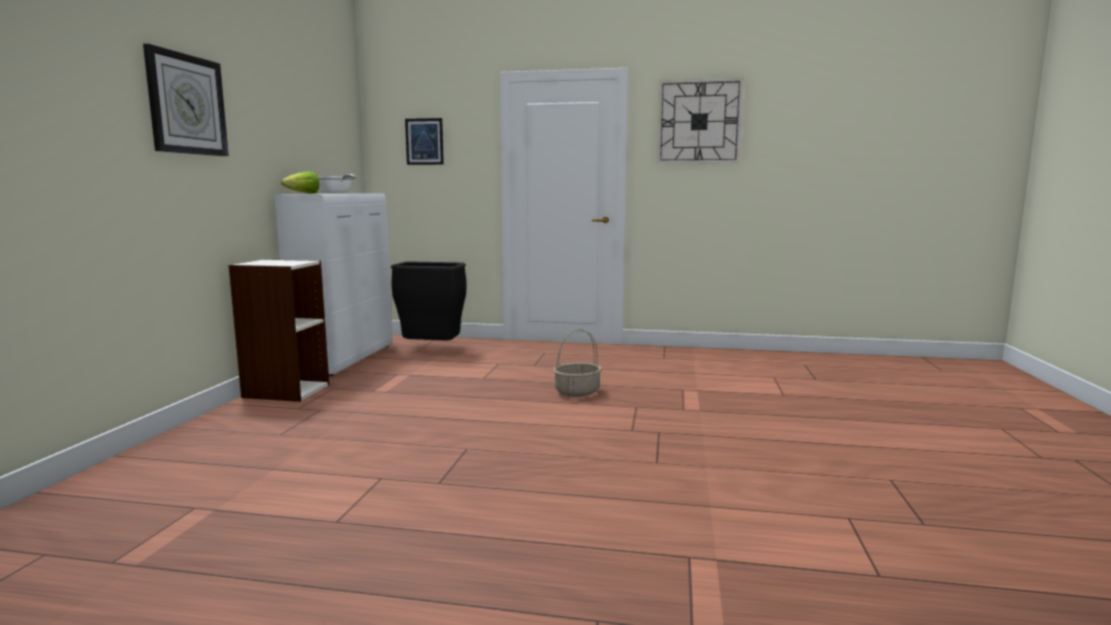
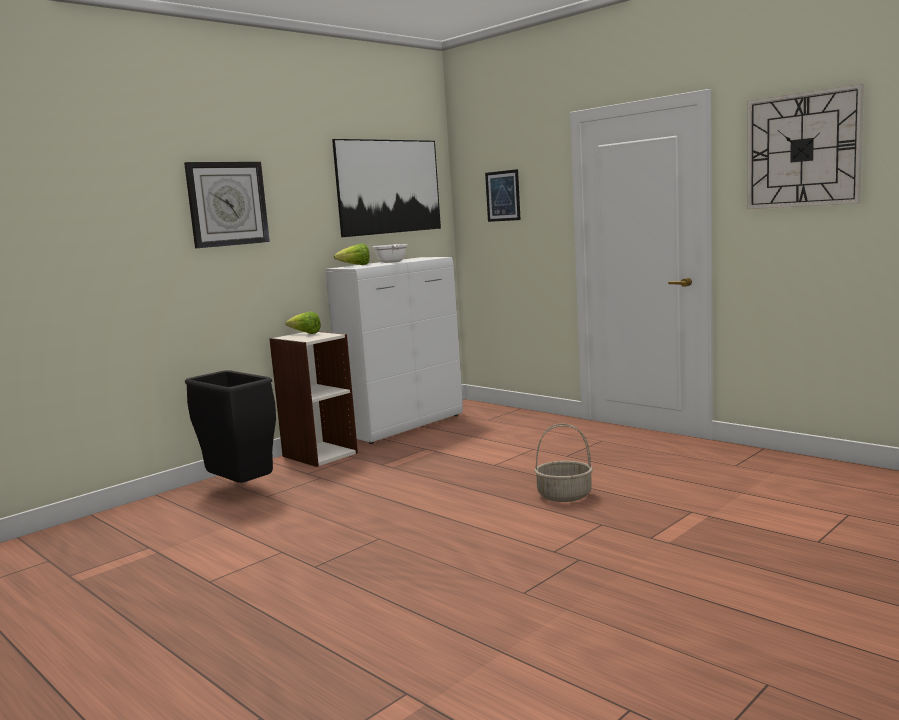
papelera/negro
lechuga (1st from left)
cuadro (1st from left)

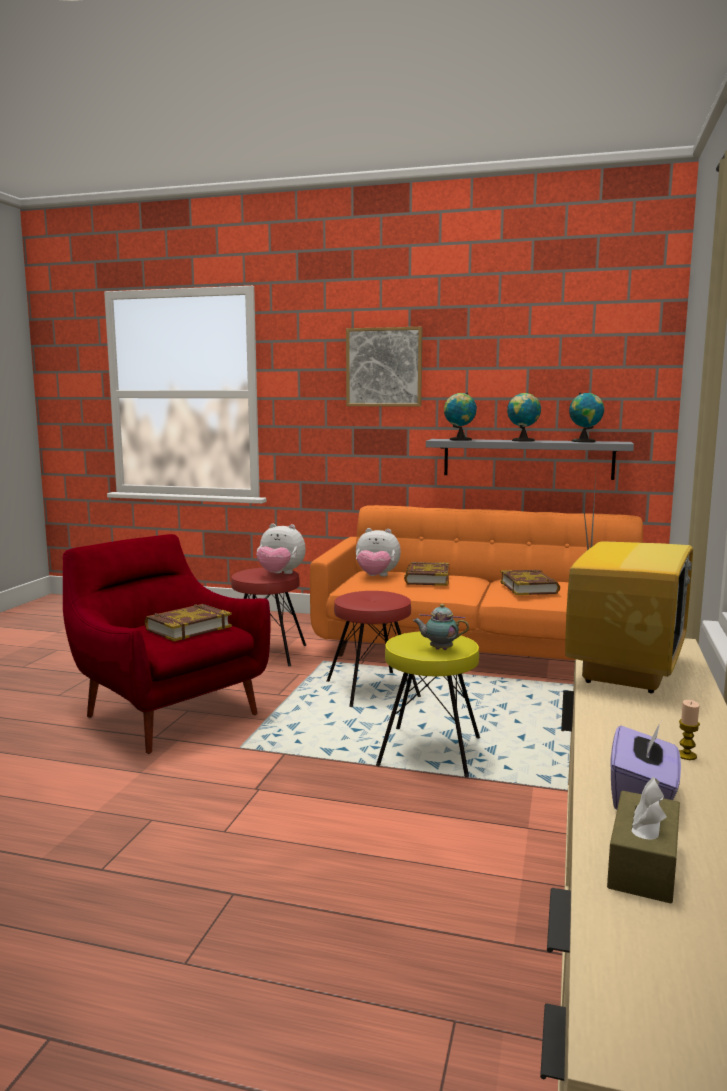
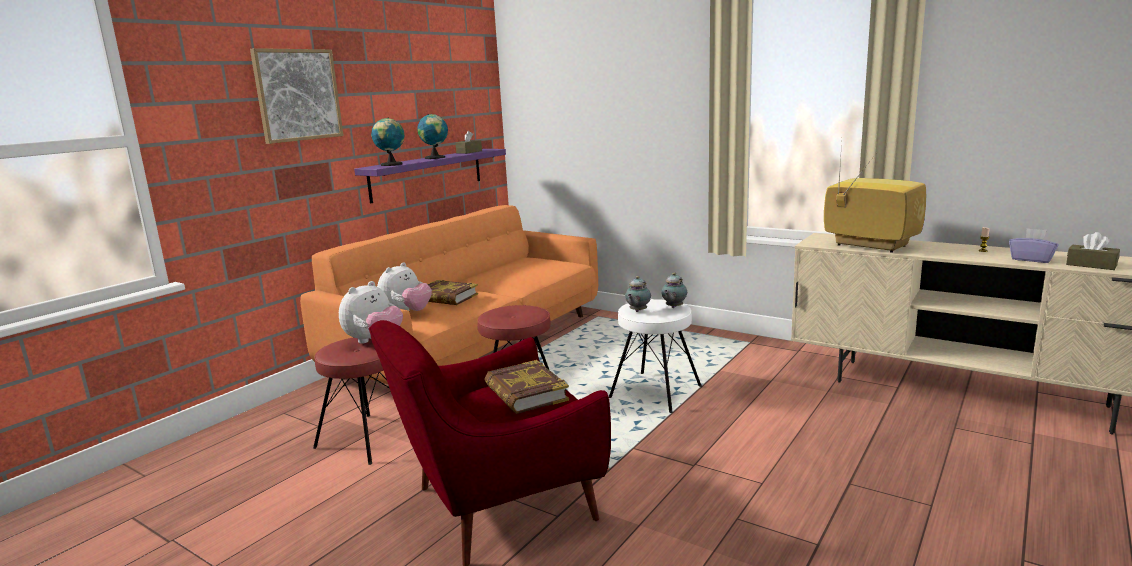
estante/morado
caja de pañuelos/marrón (1st from left)
taburete/blanco
tetera (1st from left)
libro (3rd from left in the first image)

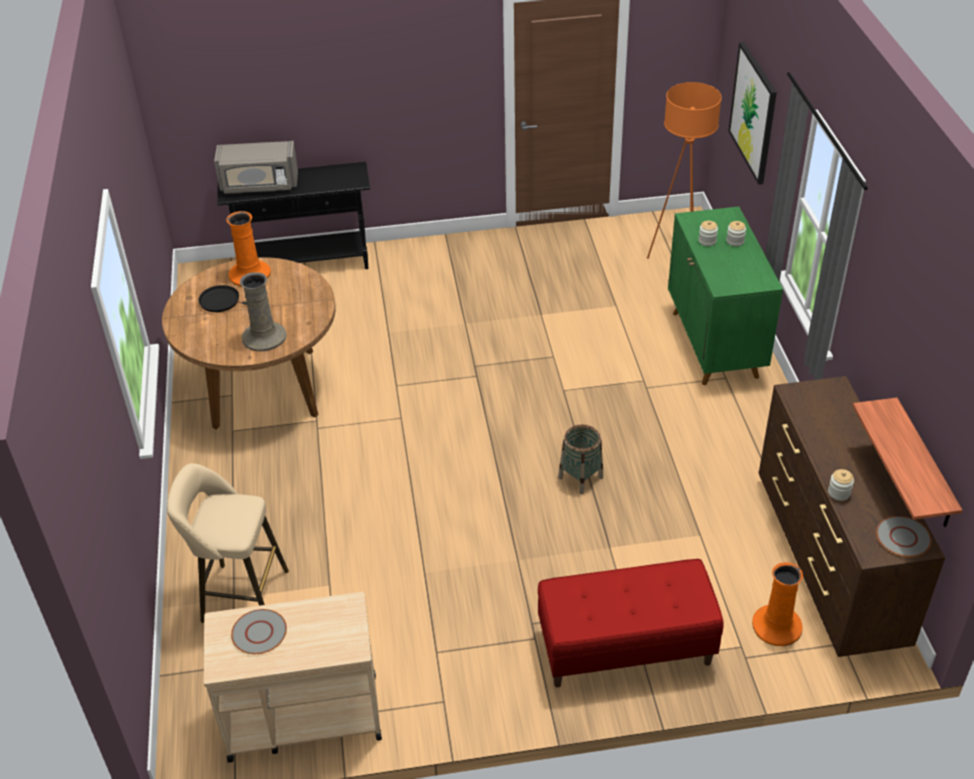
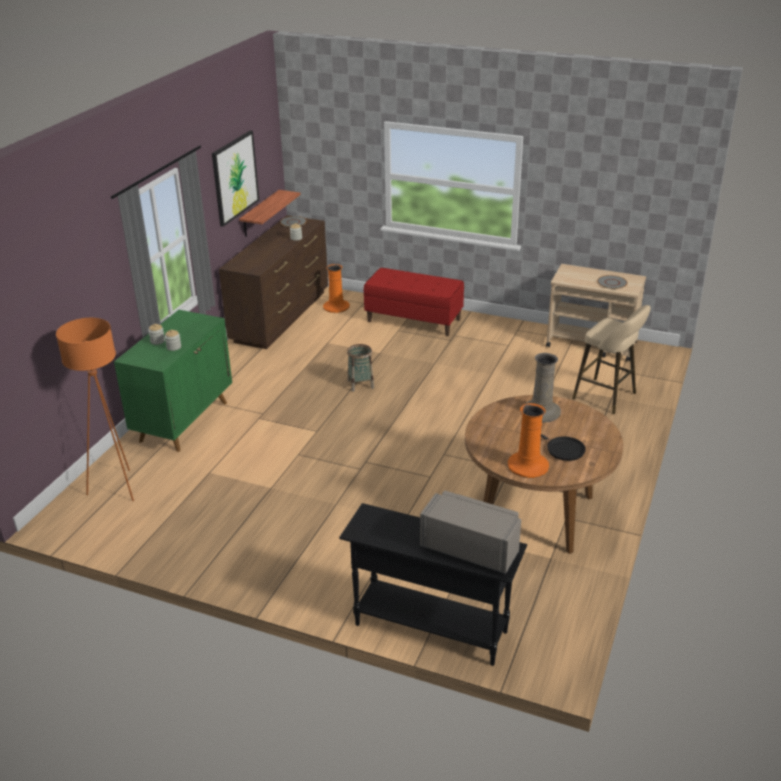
cuadro

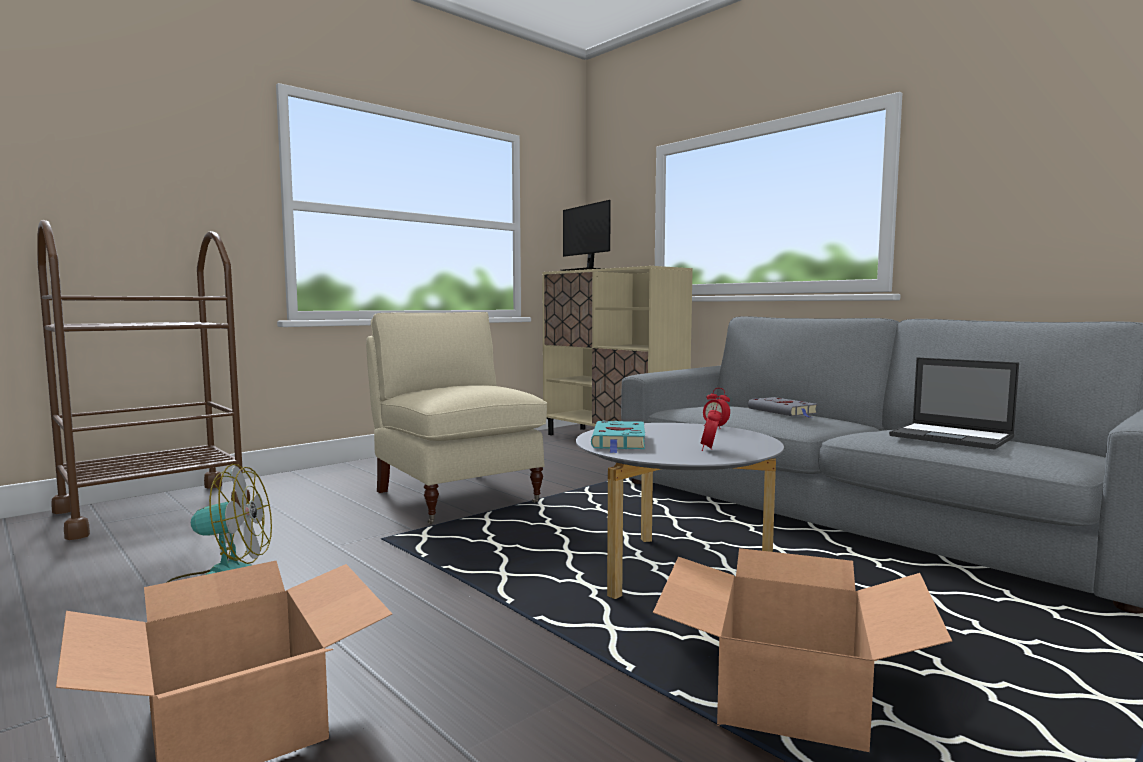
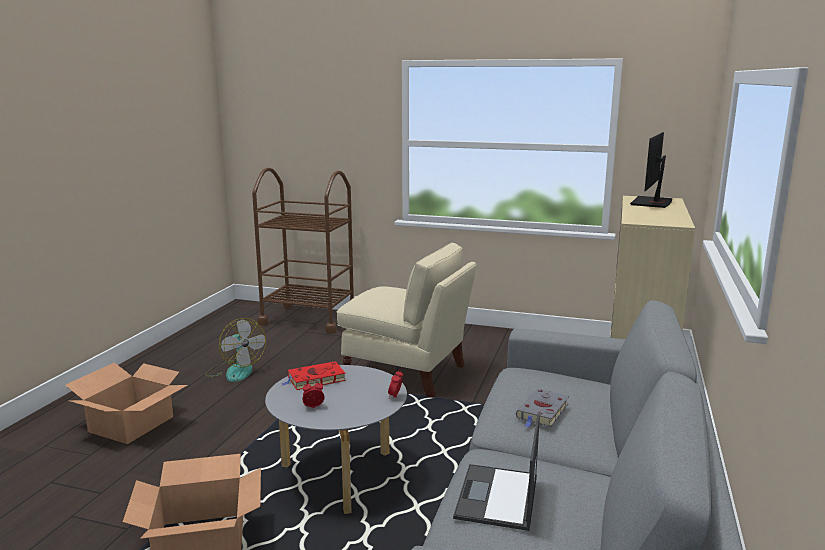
libro/rojo
sillón/beis

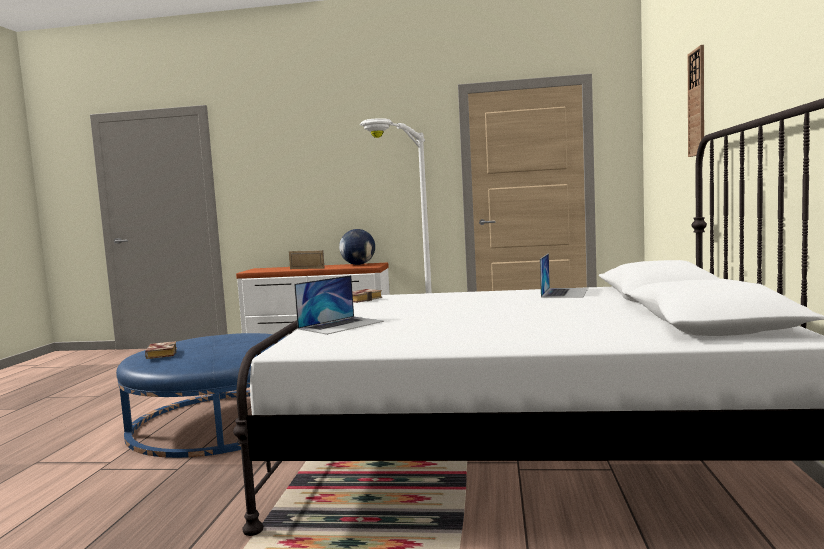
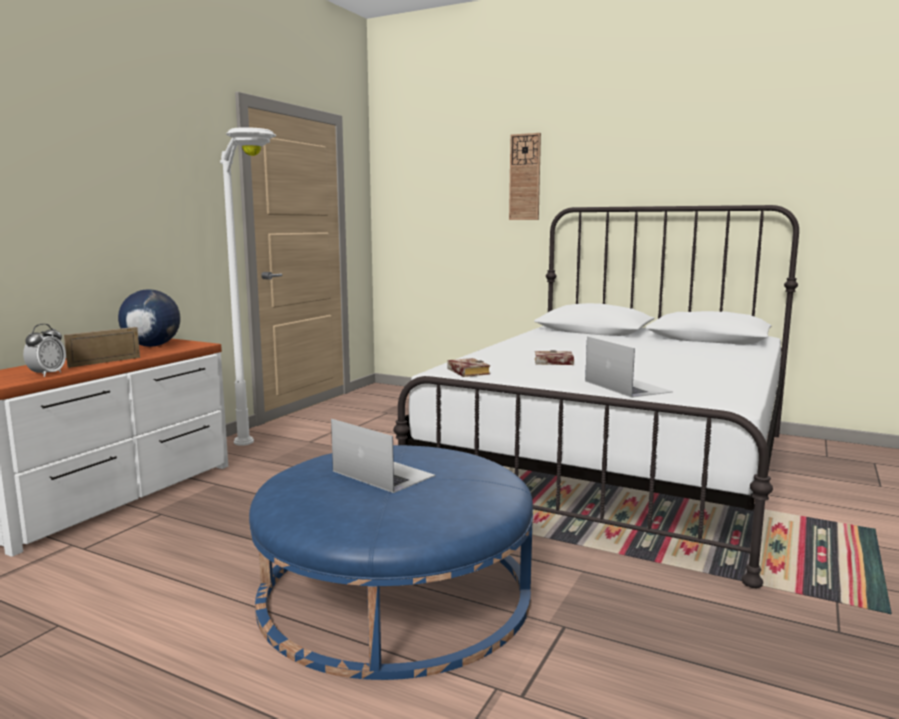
despertador
portátil (1st from left)
libro (2nd from left)

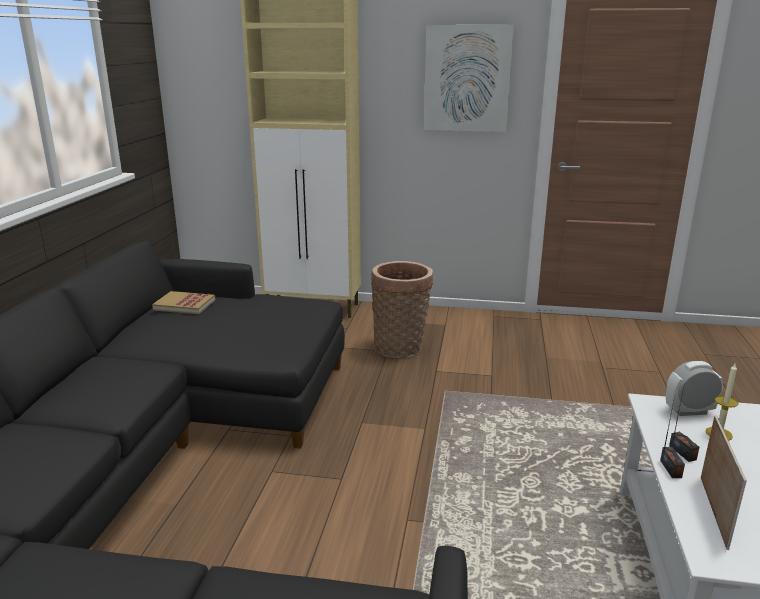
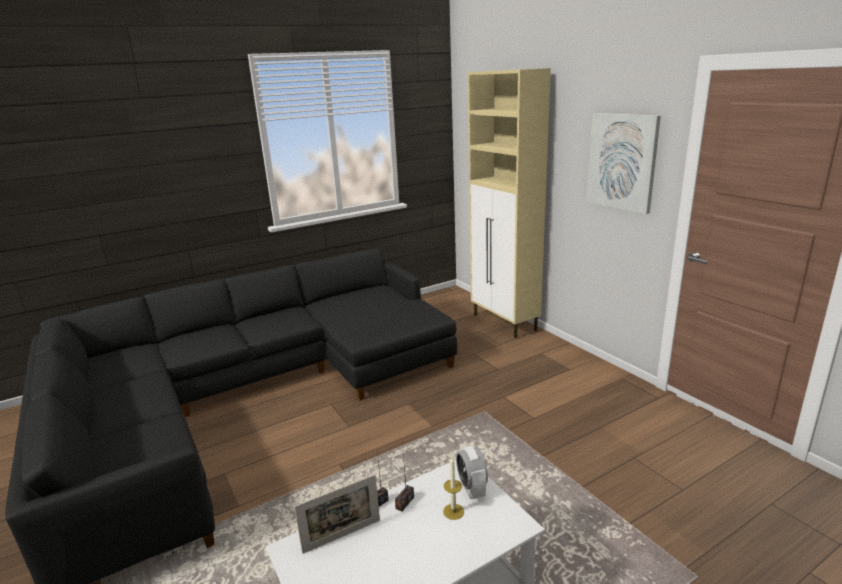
despertador
libro
cesta

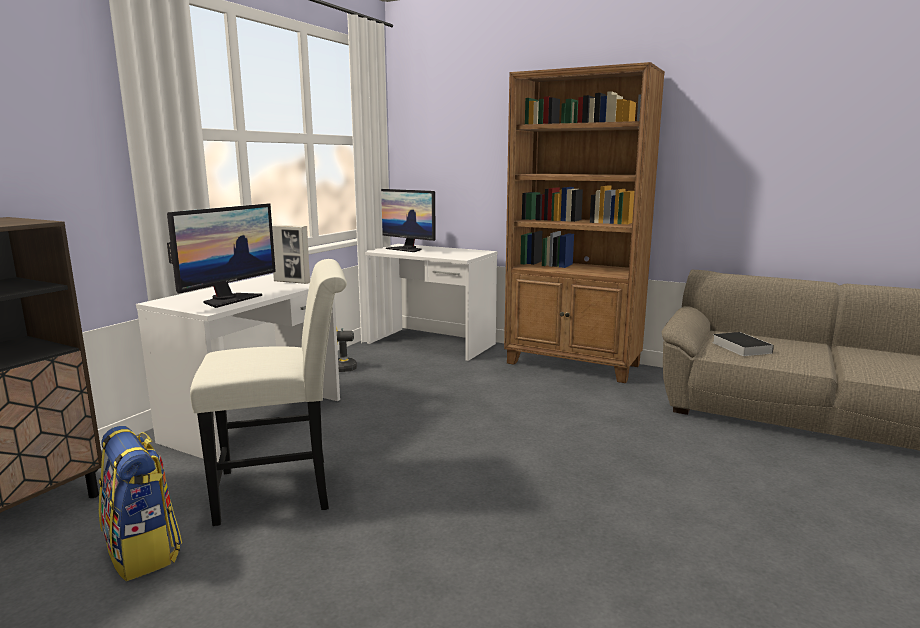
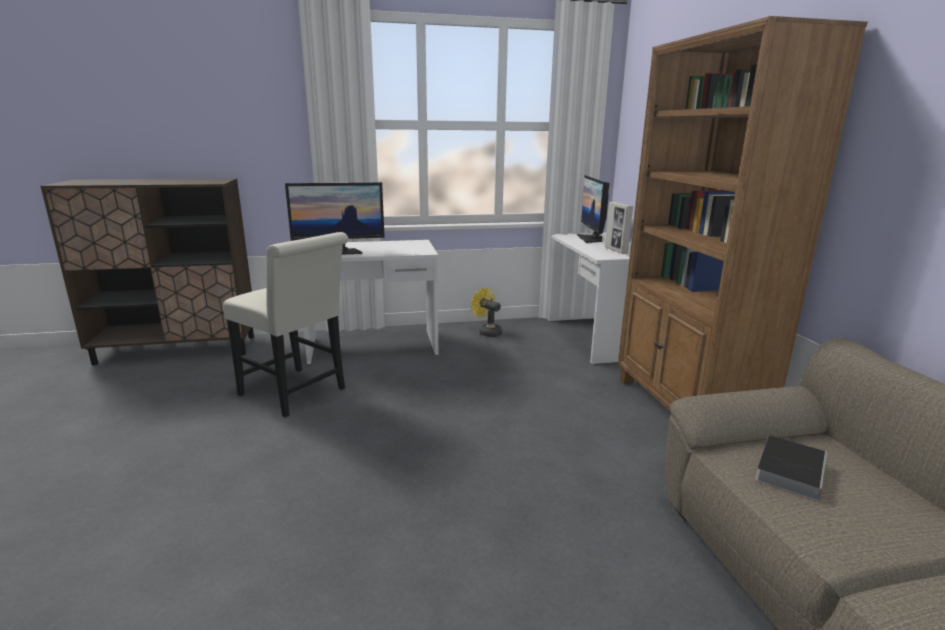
portarretratos
mochila

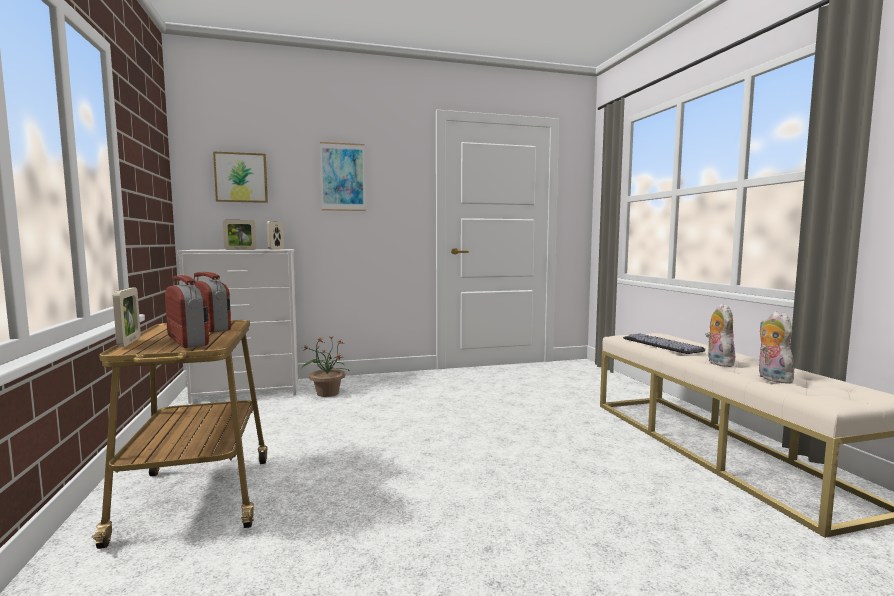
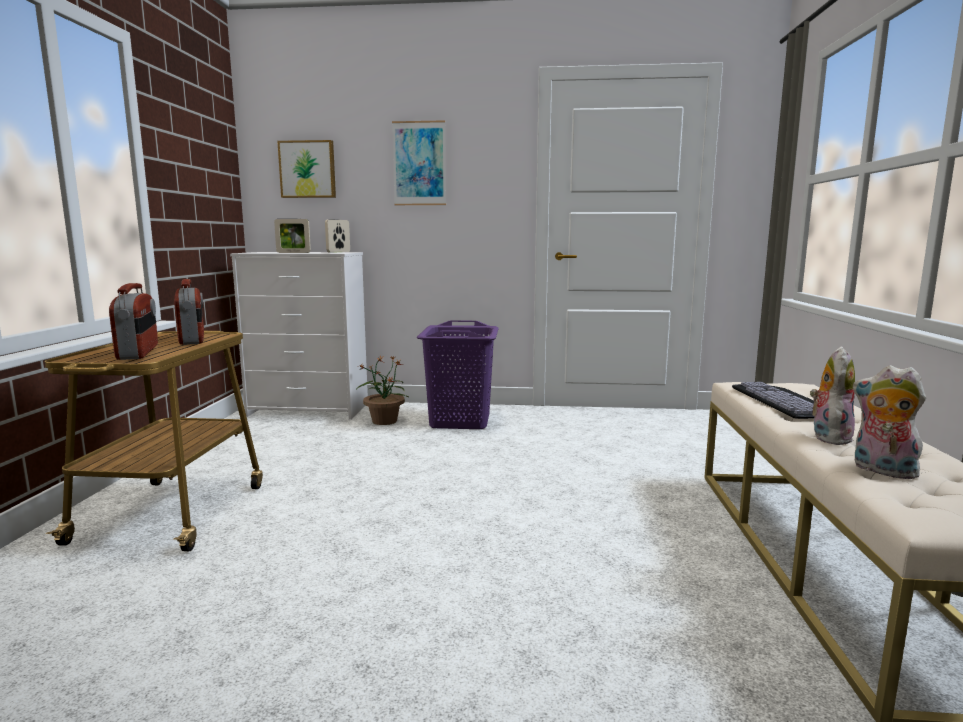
cesto de la ropa/morado
peluche (2nd from left)
portarretratos (1st from left in the first image)

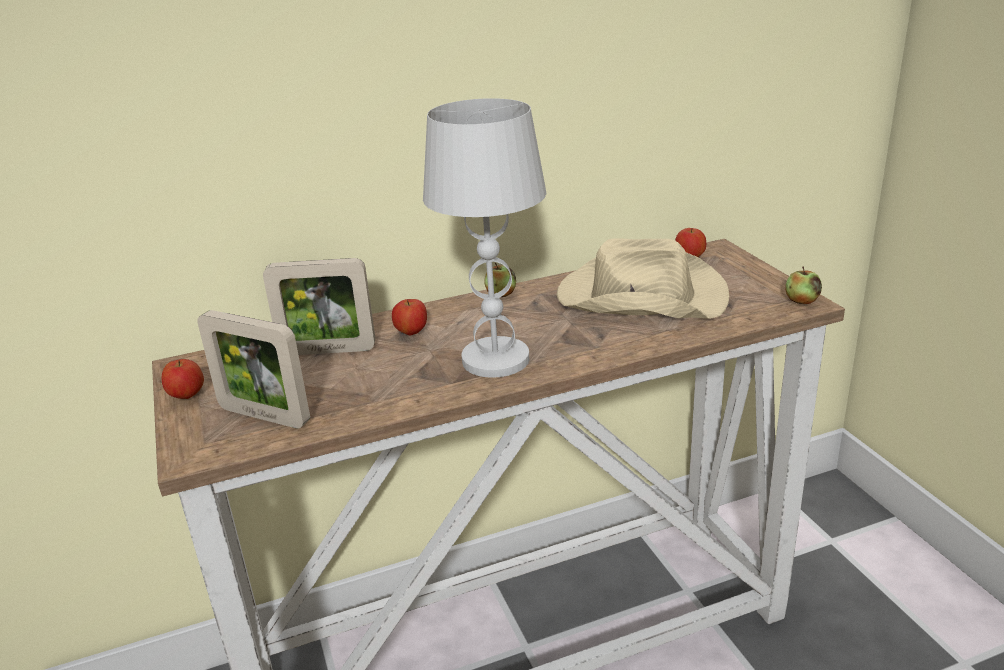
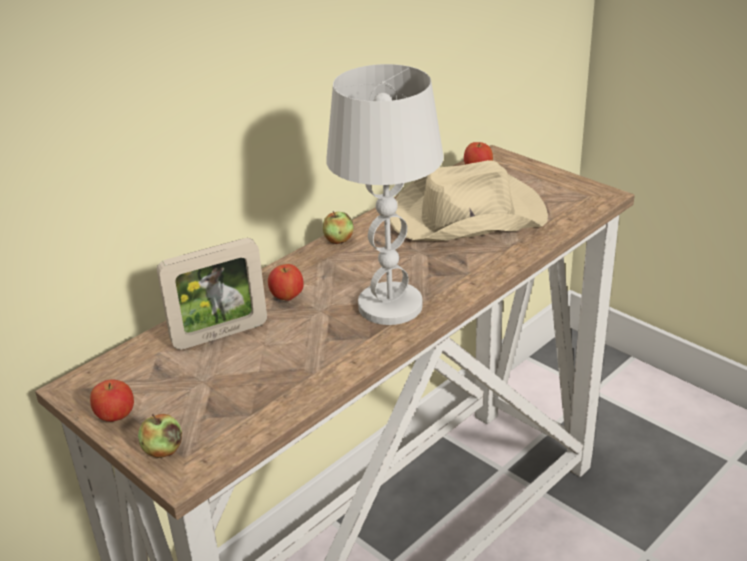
manzana (2nd from left)
portarretratos (1st from left in the first image)

